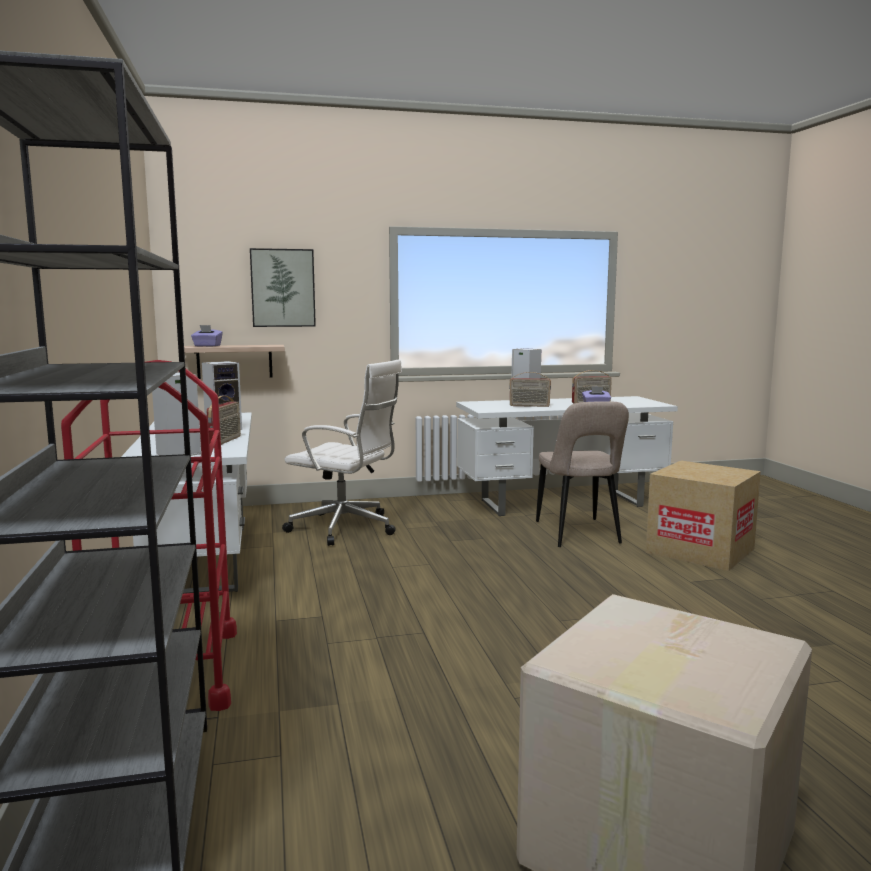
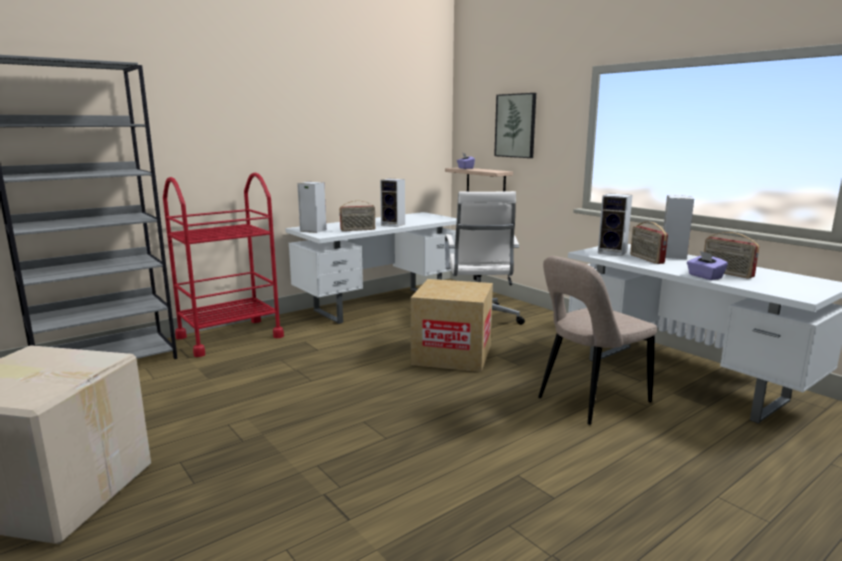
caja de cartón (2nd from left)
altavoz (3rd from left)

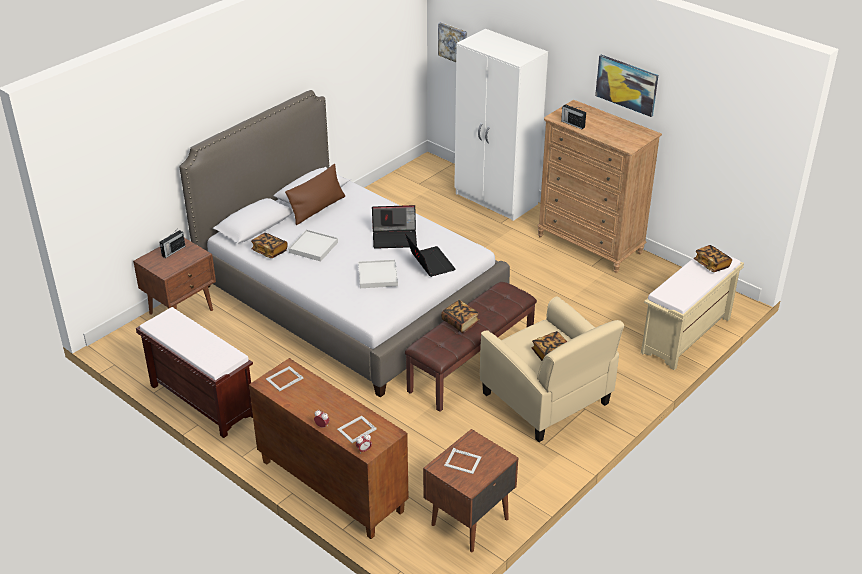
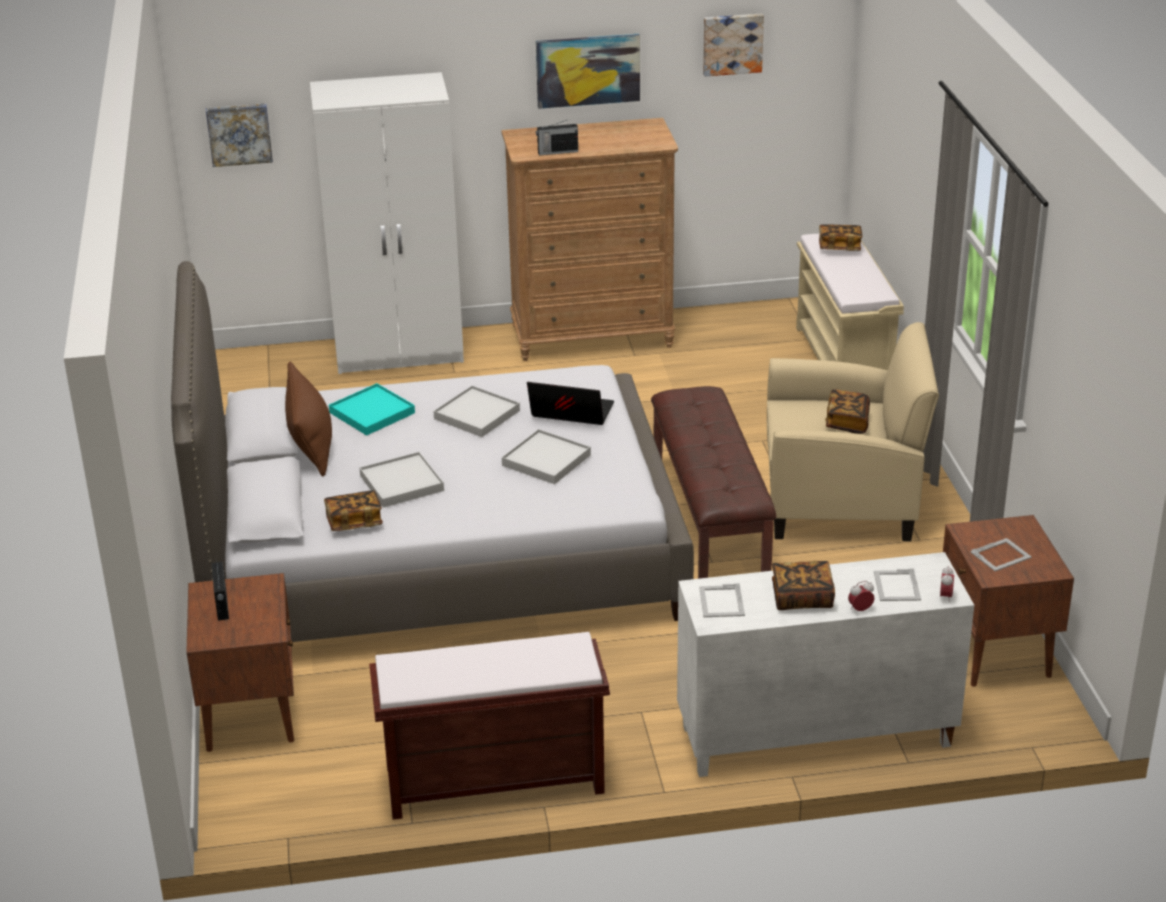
bandeja/turquesa
bandeja/blanco (2nd from left)
armario/blanco
cuadro (3rd from left)
libro (2nd from left)

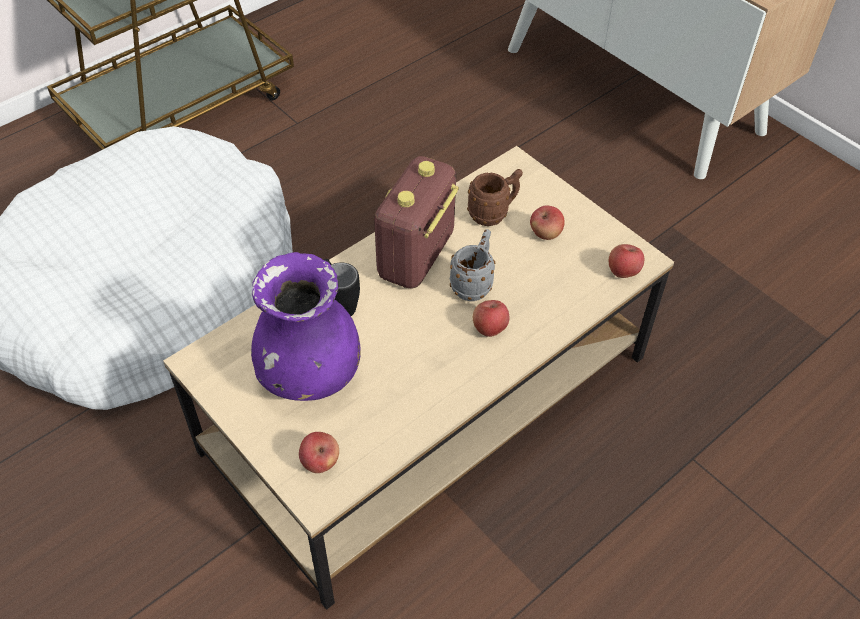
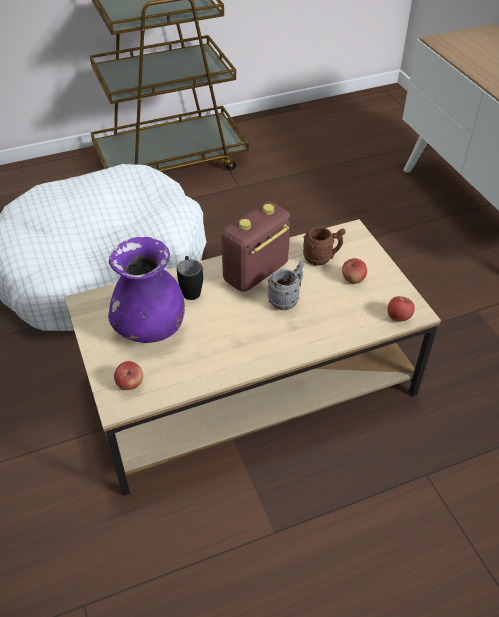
manzana (2nd from left in the first image)

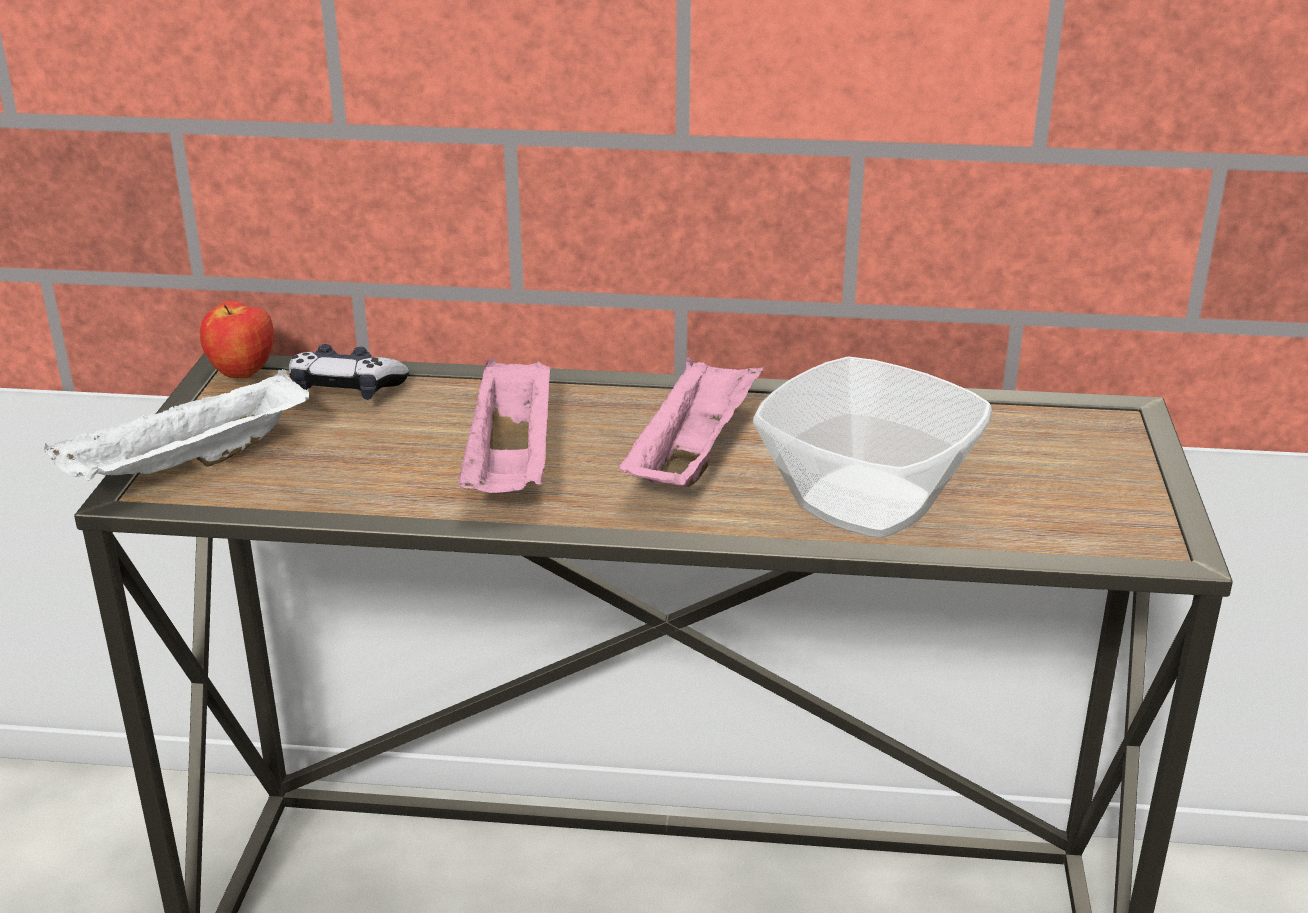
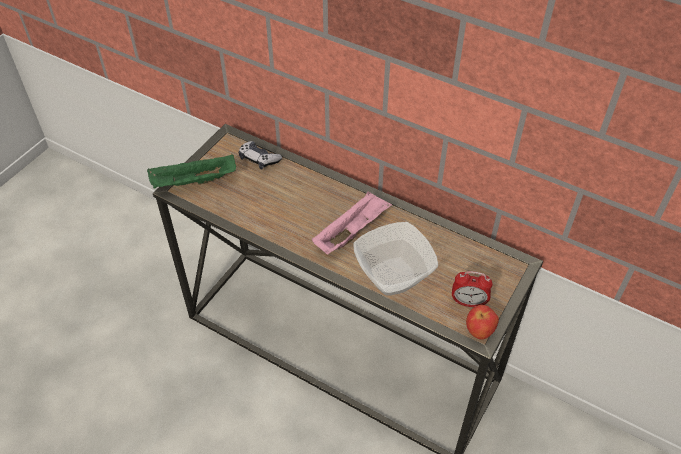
bandeja/verde
despertador
manzana
bandeja/rosa (1st from left in the first image)

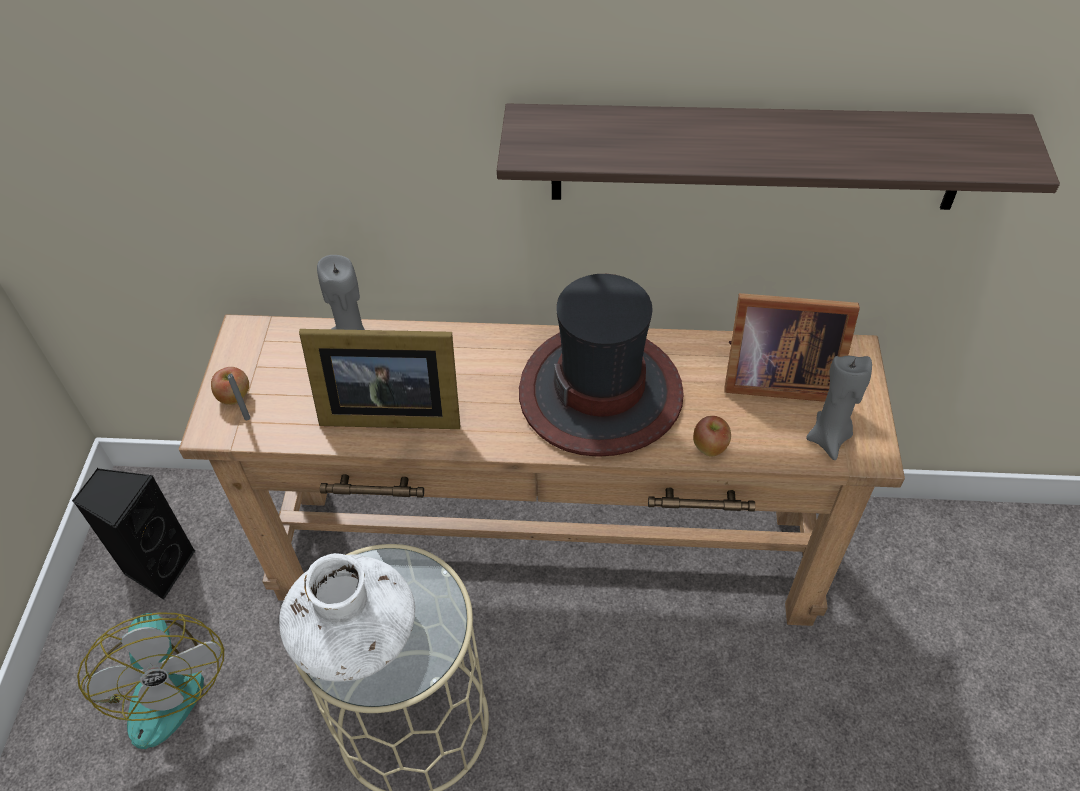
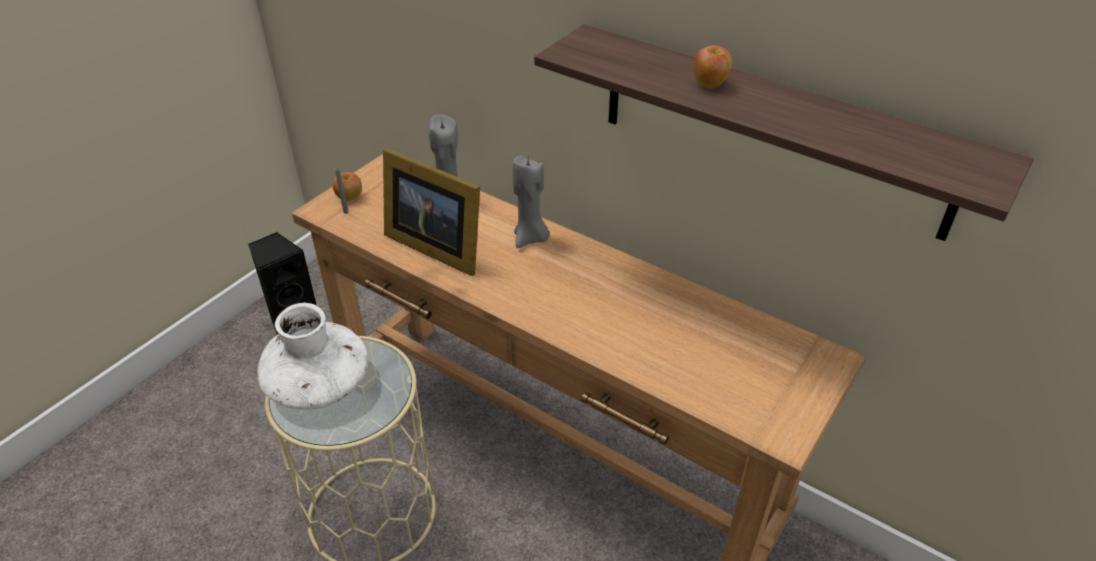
vela/gris (3rd from left)
manzana (2nd from left)
ventilador
sombrero
portarretratos (2nd from left in the first image)

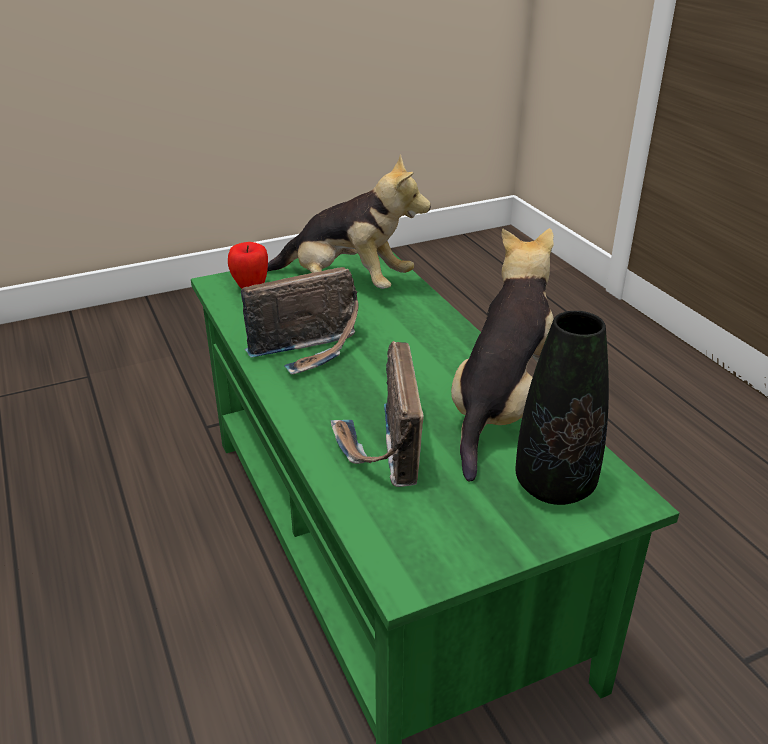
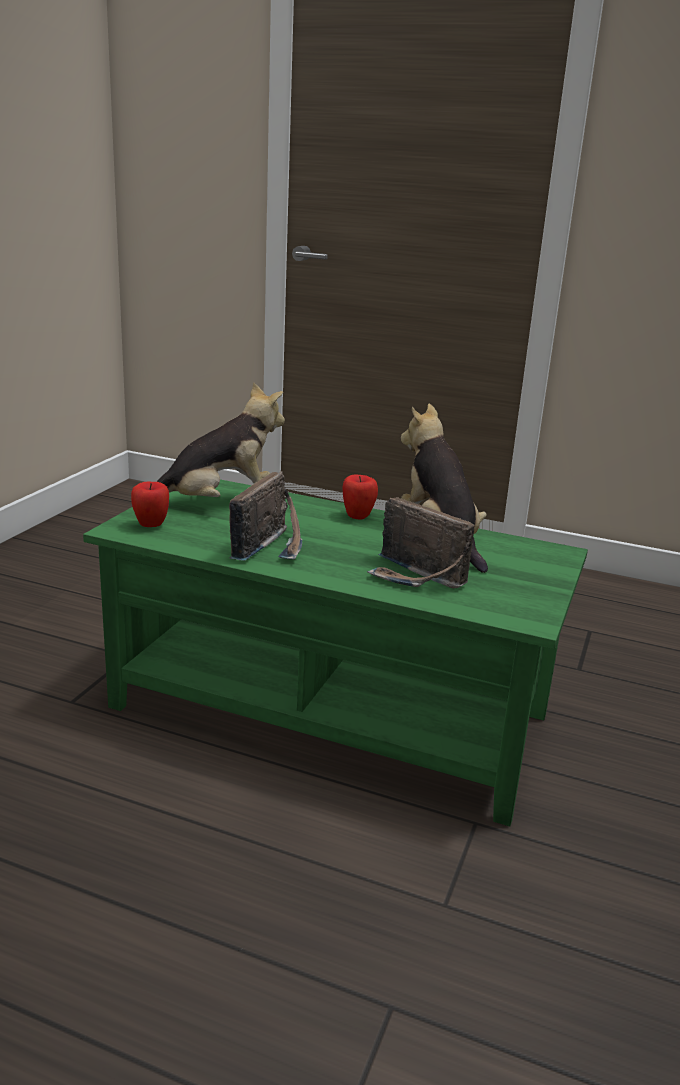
manzana (2nd from left)
florero/negro

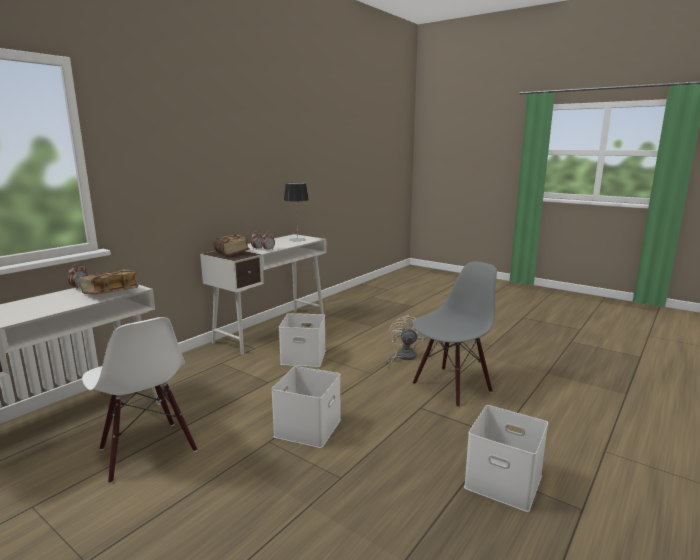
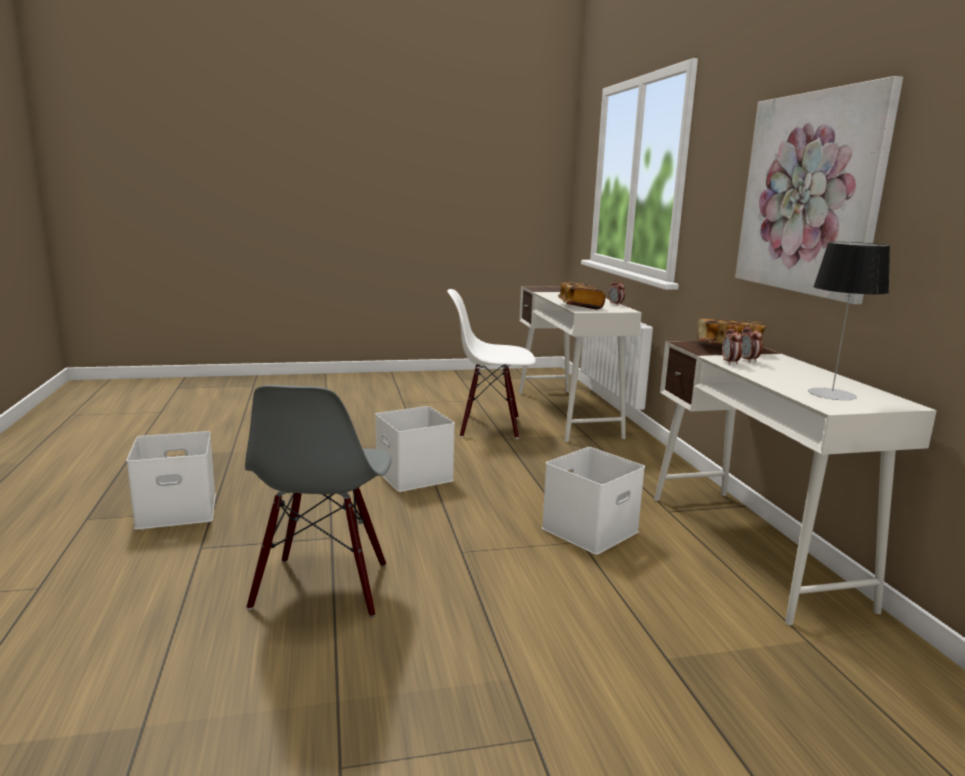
cuadro
ventilador/beis

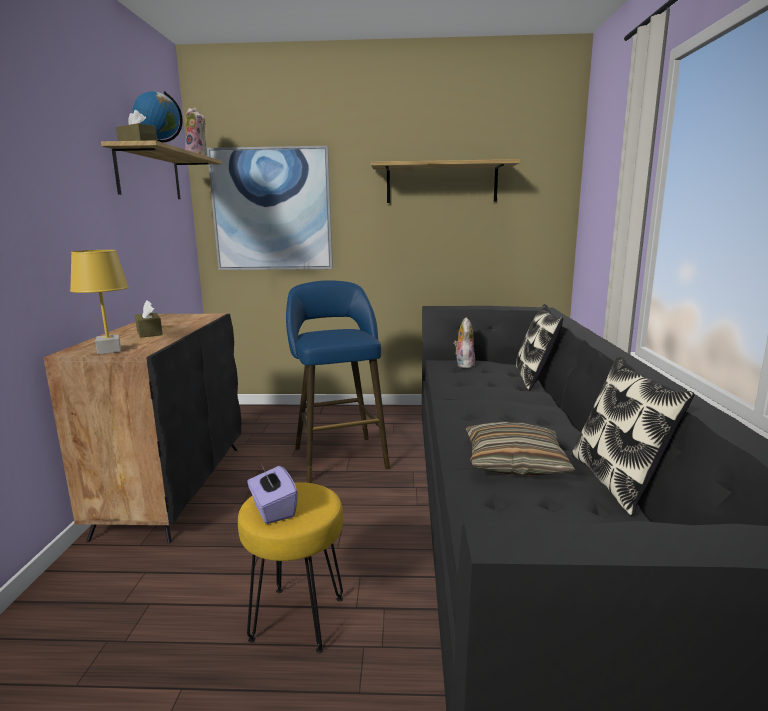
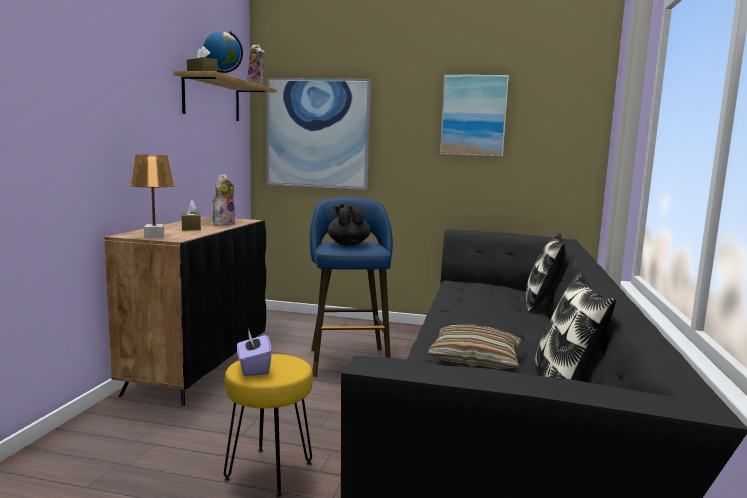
lámpara de mesa/marrón
peluche (1st from left)
tetera/negro
cuadro (2nd from left)

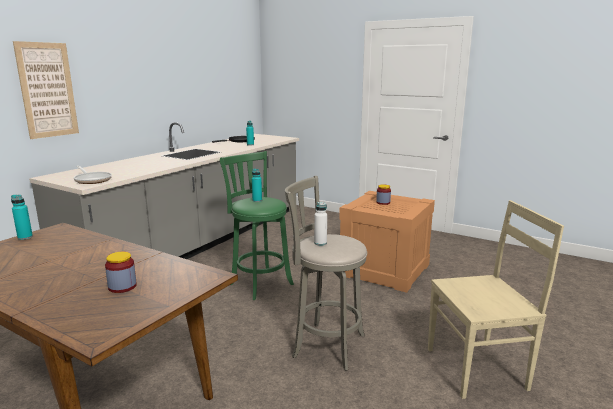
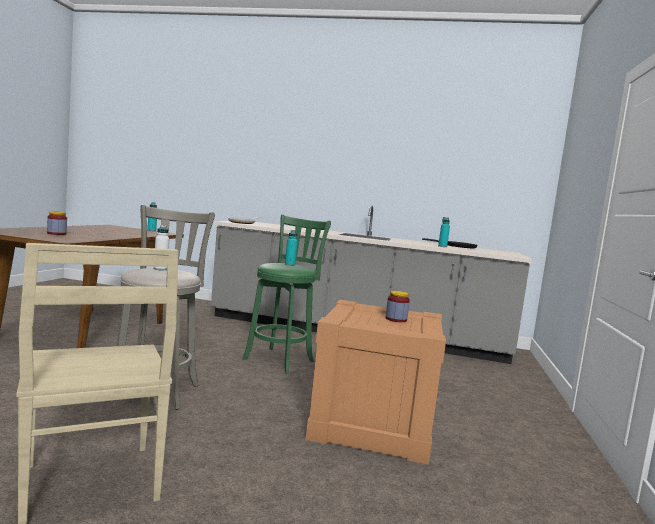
cuadro

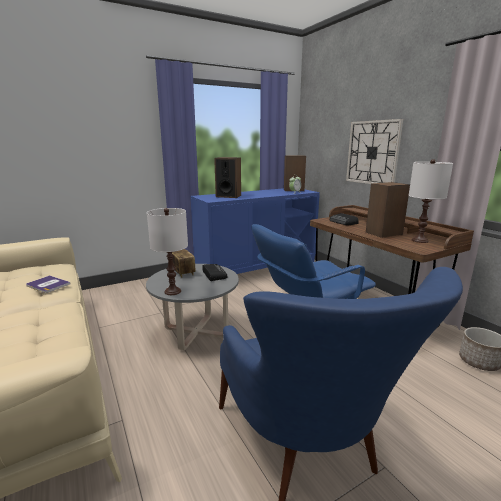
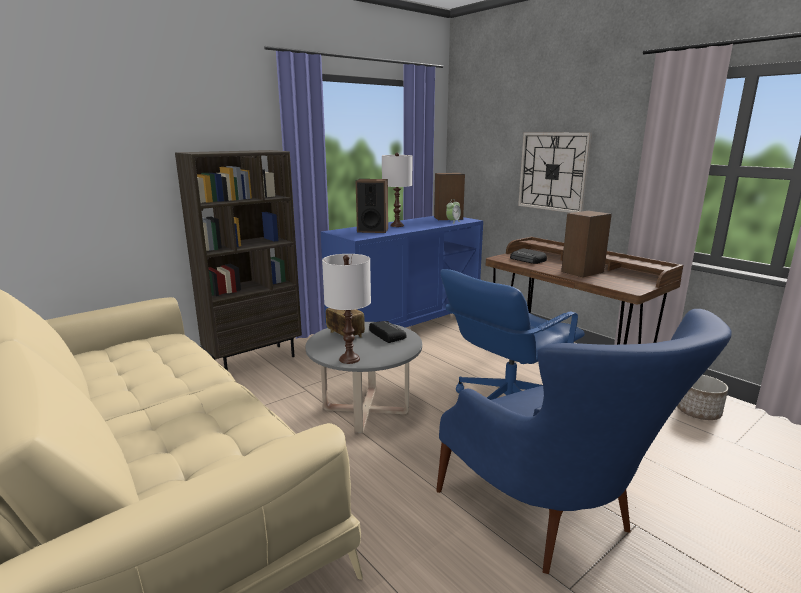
estantería/marrón
lámpara de mesa/blanco (2nd from left)
libro

